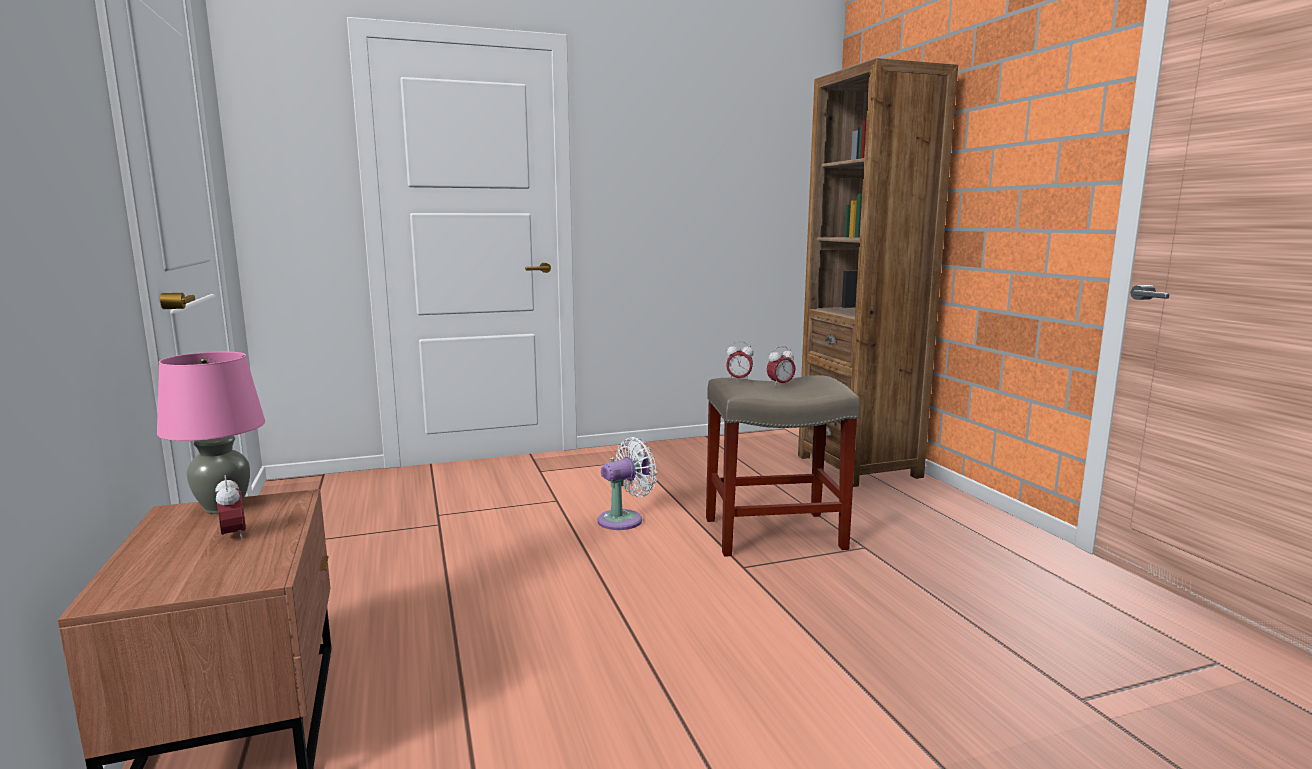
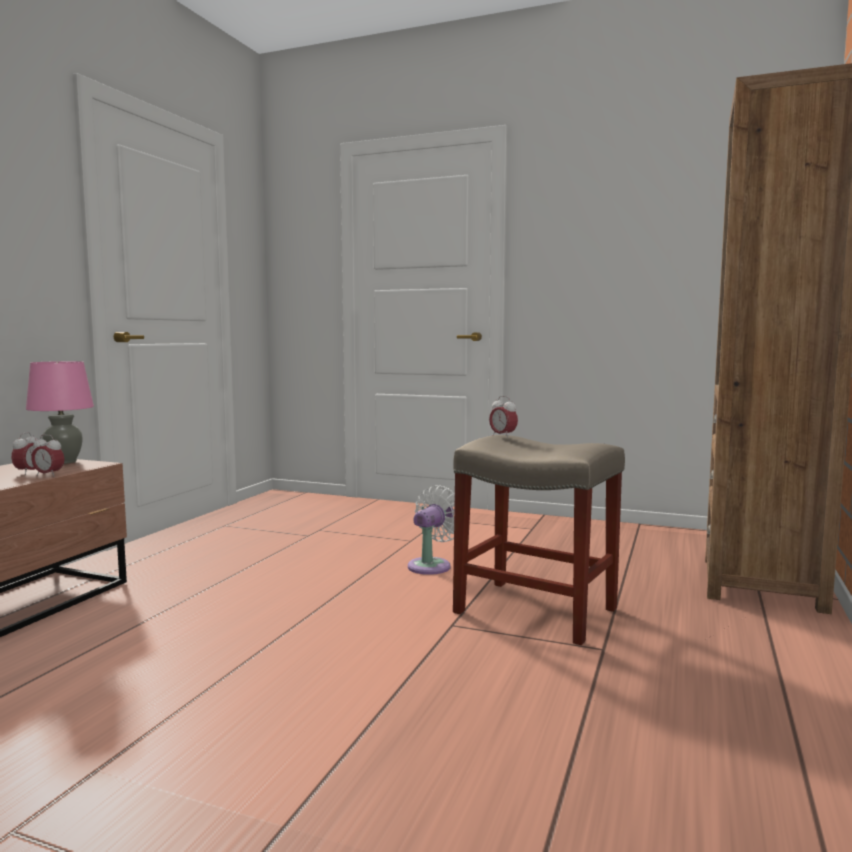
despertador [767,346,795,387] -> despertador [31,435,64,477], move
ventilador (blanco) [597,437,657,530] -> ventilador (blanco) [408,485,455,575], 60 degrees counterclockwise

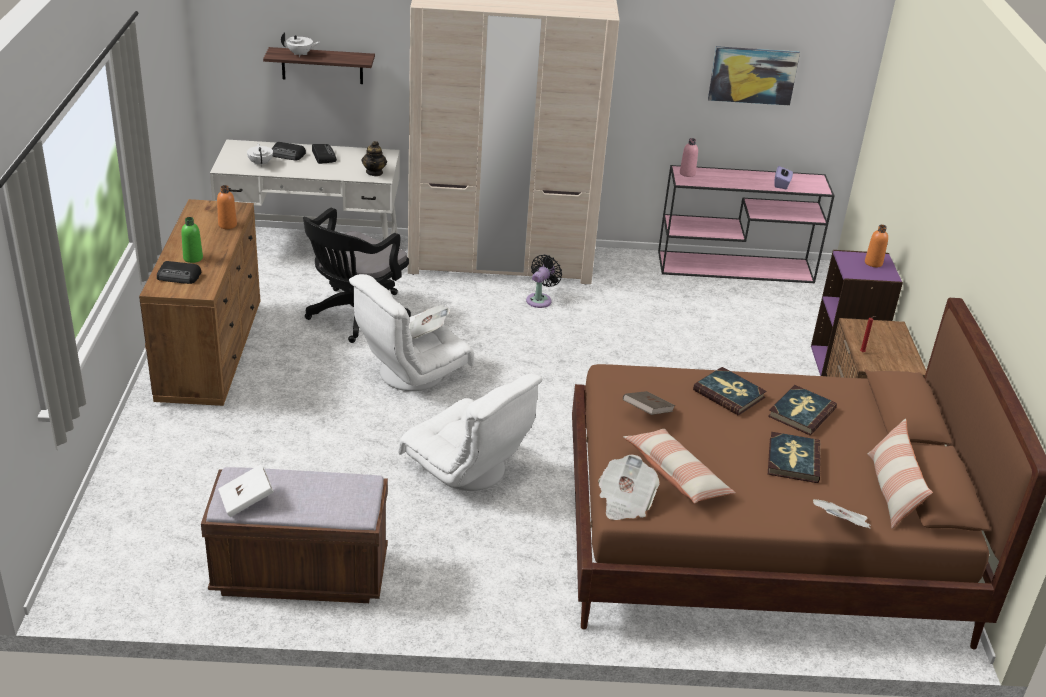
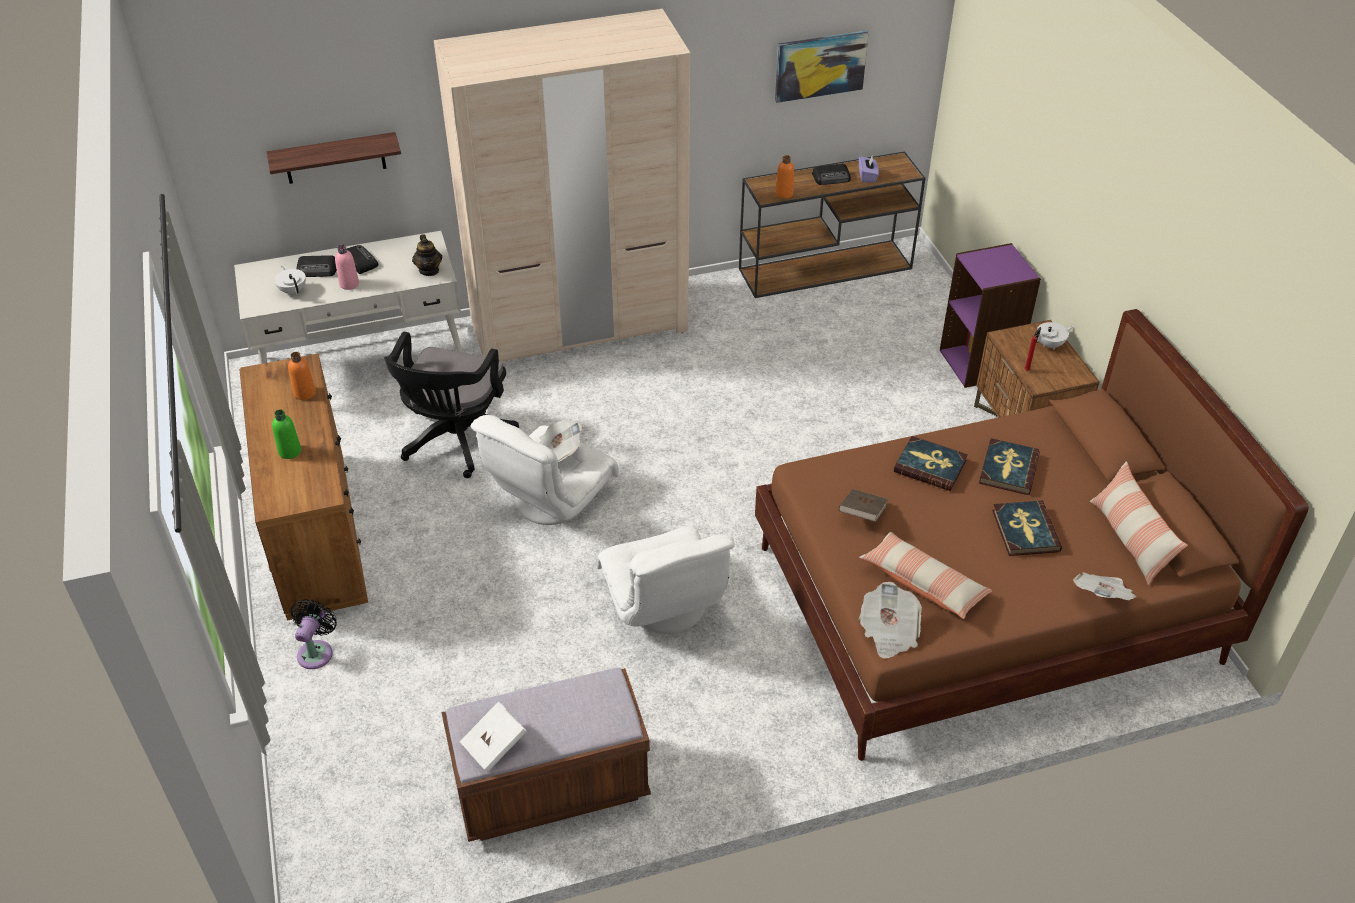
tetera (blanco) [281,32,320,57] -> tetera (blanco) [1034,322,1074,350], move
botella (rosa) [680,138,698,177] -> botella (rosa) [335,244,359,290], move
mesa consola (rosa) [658,165,835,283] -> mesa consola (marrón) [739,151,925,298]
botella (naranja) [865,225,888,267] -> botella (naranja) [775,155,794,198], move
ventilador (negro) [526,255,562,308] -> ventilador (negro) [291,599,337,669], move
radio [157,261,201,284] -> radio [812,164,851,185], move
sillón (blanco) [398,374,542,491] -> sillón (blanco) [597,526,735,634], 45 degrees clockwise

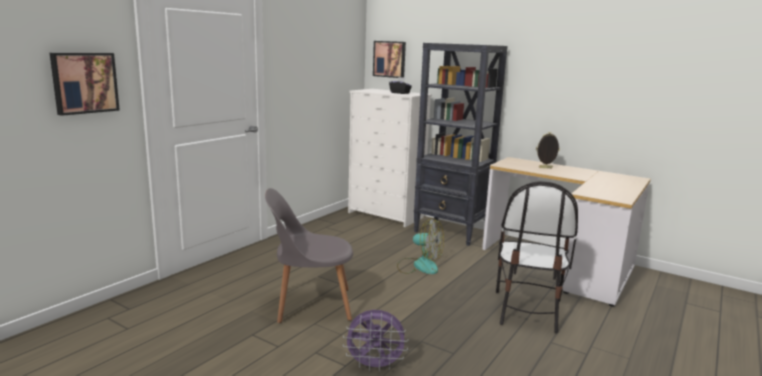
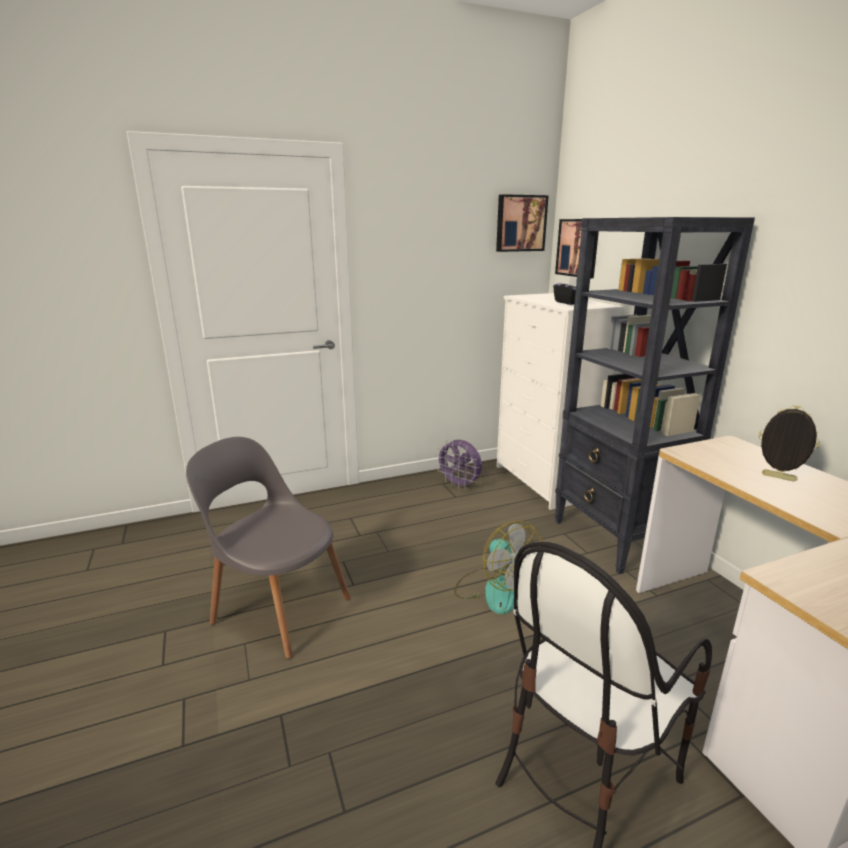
cuadro [50,53,120,116] -> cuadro [496,194,549,252], move
ventilador (morado) [343,310,409,372] -> ventilador (morado) [435,439,482,489], move

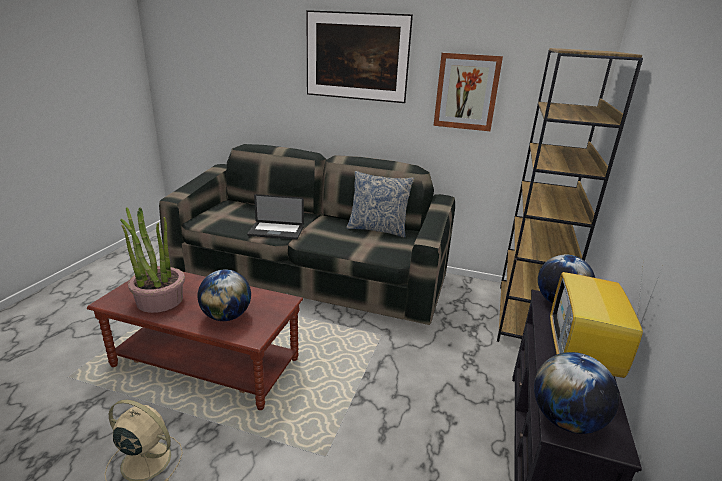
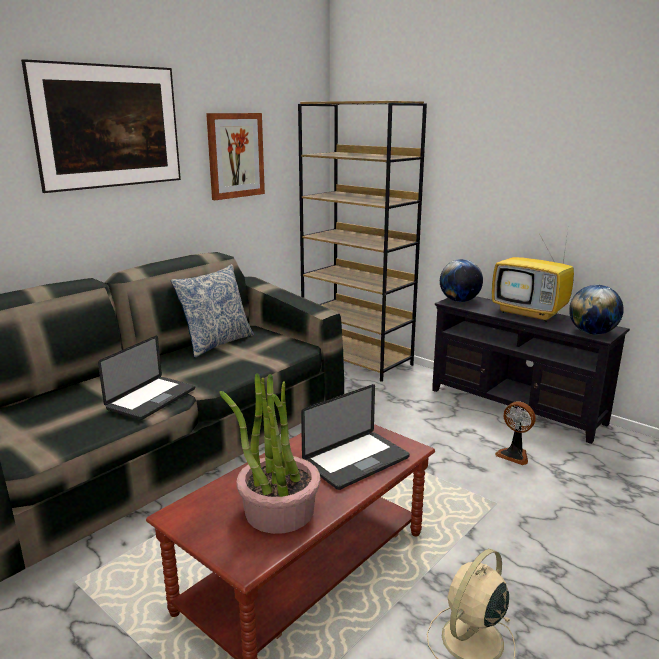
globo terráqueo [198,269,251,321] -> portátil [301,384,410,490]
none -> ventilador [495,402,536,465]

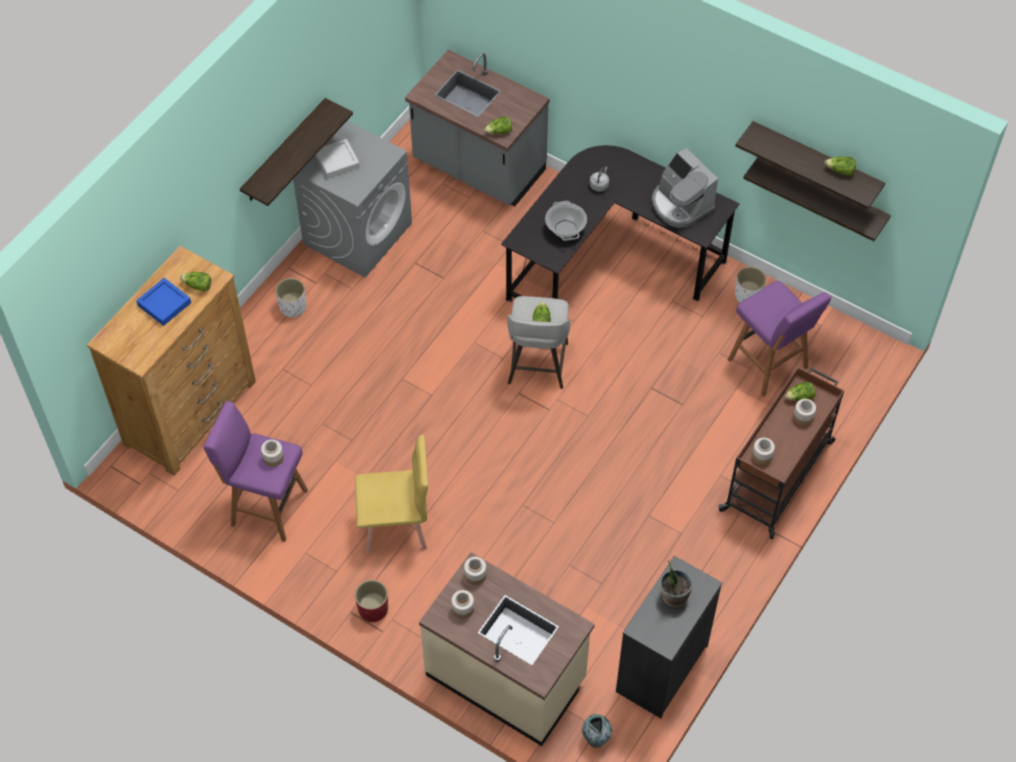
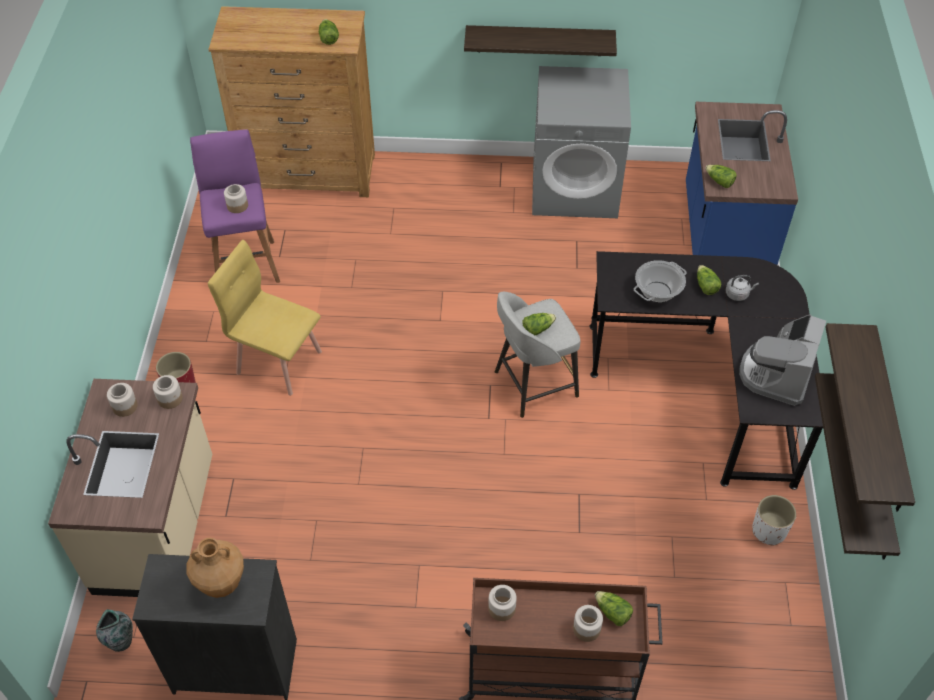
mueble bajo de cocina (gris) [405,50,550,207] -> mueble bajo de cocina (azul) [686,102,798,265]
bandeja (gris) [316,139,360,178] -> none
lechuga [825,157,856,176] -> lechuga [697,265,721,295], move
bandeja (azul) [136,278,191,326] -> none
maceta (blanco) [275,278,306,317] -> none
taburete (morado) [727,281,831,397] -> none
silla (amarillo) [355,435,428,554] -> silla (amarillo) [208,240,322,396], 150 degrees clockwise
planta en maceta [660,560,693,607] -> florero (marrón) [187,538,244,598]

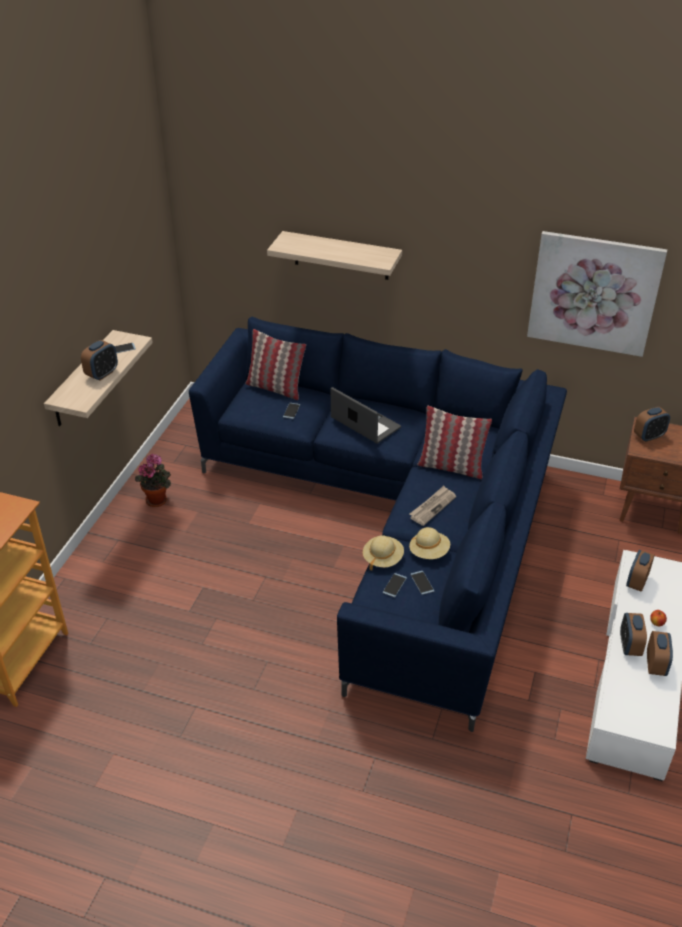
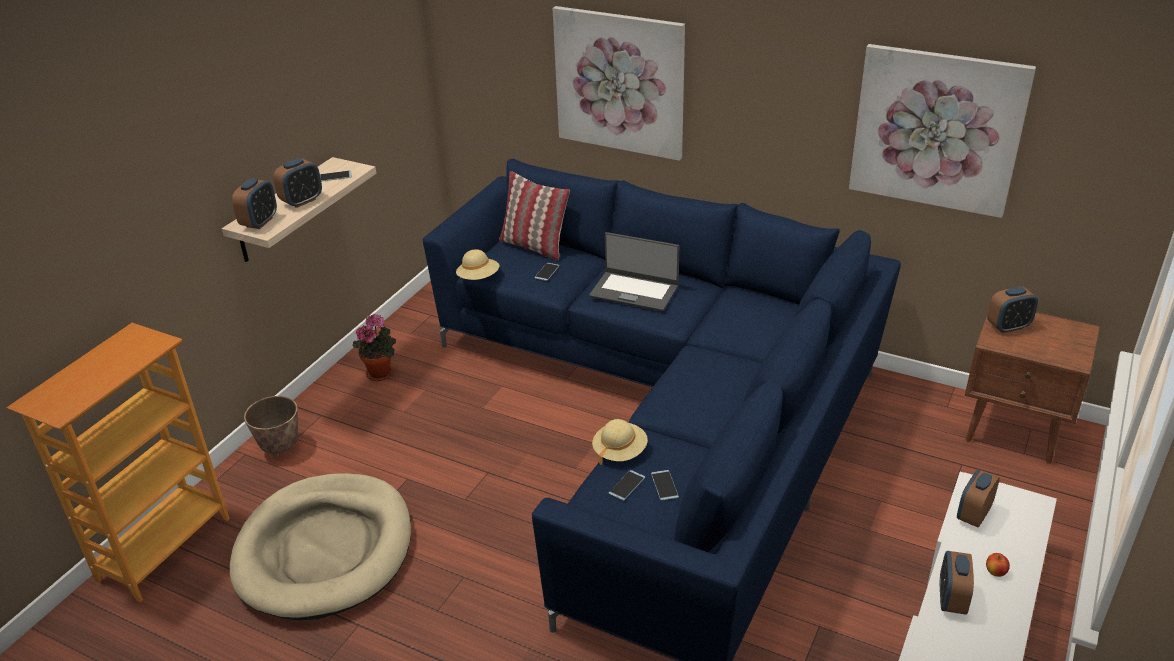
estante [267,231,402,280] -> cuadro [552,6,685,161]
portátil [331,387,401,444] -> portátil [589,232,679,311], 150 degrees clockwise
cojín [417,406,492,479] -> none
periódico [409,486,456,526] -> none
sombrero (beis) [409,527,450,559] -> sombrero (beis) [456,249,499,280], move
despertador [647,631,673,676] -> despertador [232,178,277,229], move
none -> maceta [244,396,298,457]
none -> cama para perro (beis) [230,473,411,620]

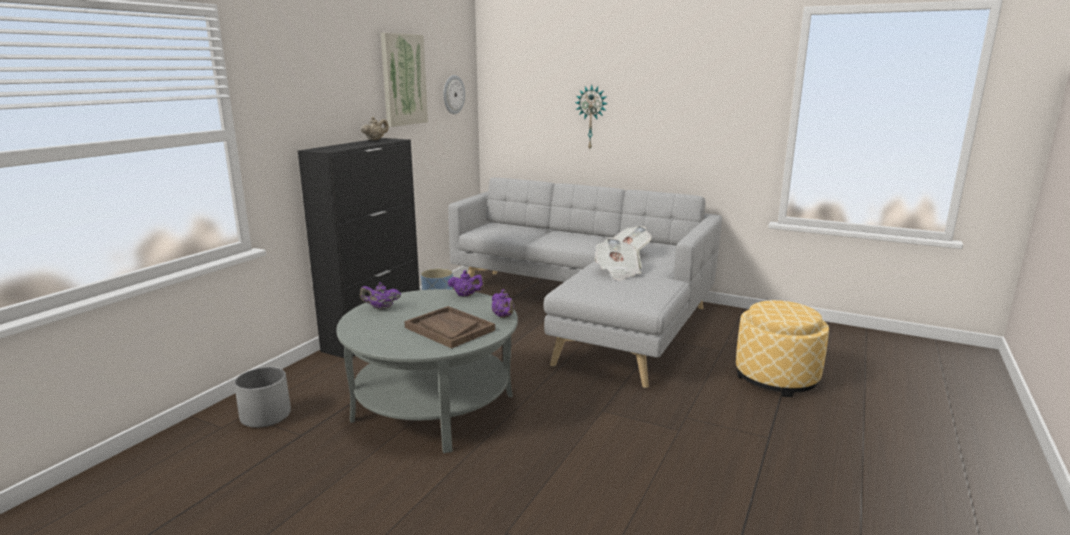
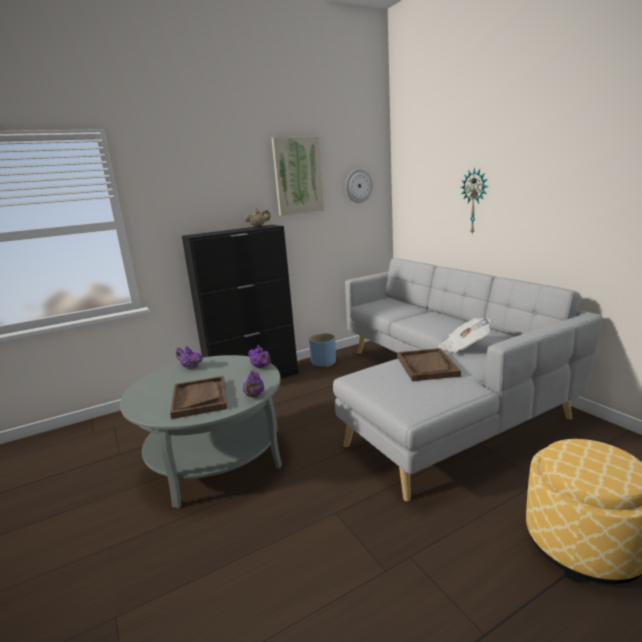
periódico [595,238,642,280] -> bandeja (marrón) [397,348,461,381]
maceta (gris) [234,367,291,428] -> none

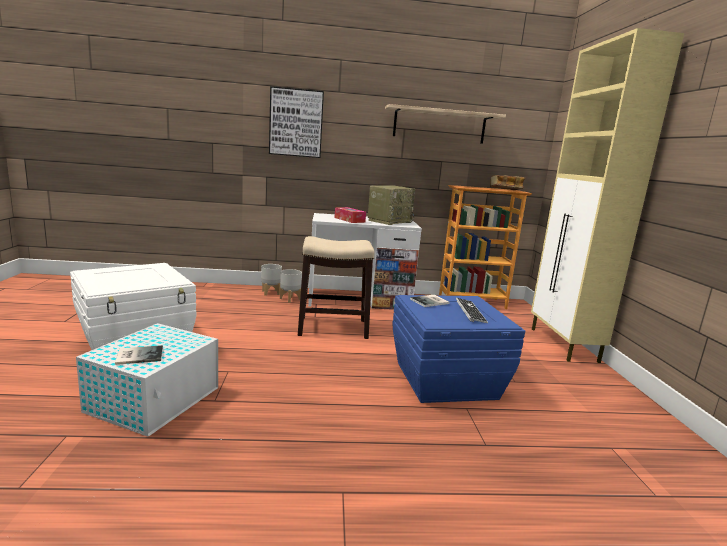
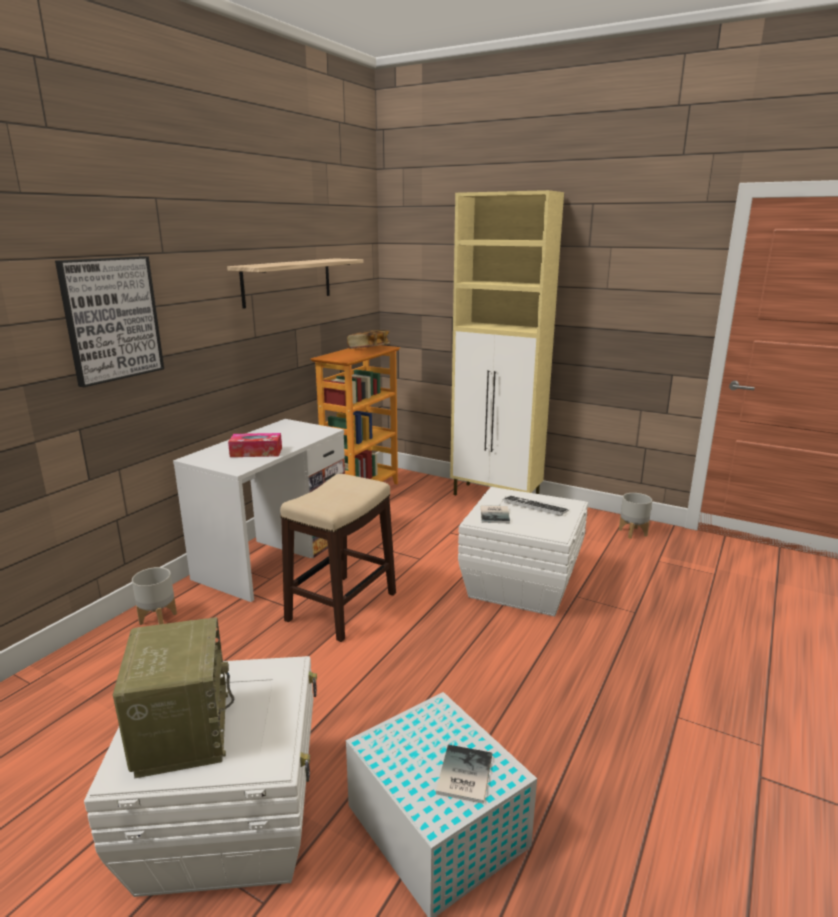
radio [368,185,415,225] -> radio [113,617,234,779], move
maceta (gris) [280,269,302,303] -> maceta (gris) [619,493,652,539], move
caja de almacenaje (azul) [392,295,525,403] -> caja de almacenaje (blanco) [458,487,588,617]

